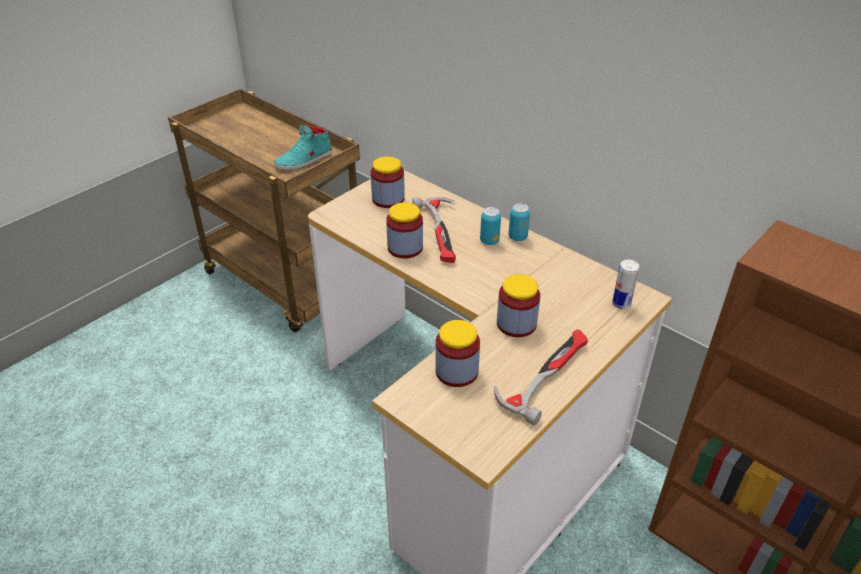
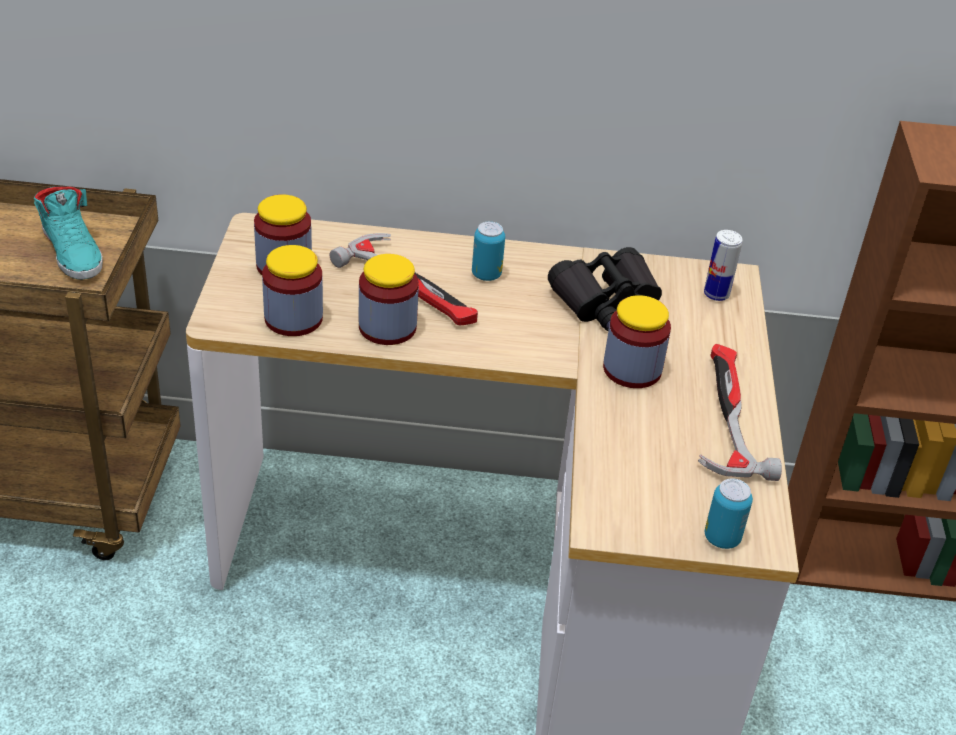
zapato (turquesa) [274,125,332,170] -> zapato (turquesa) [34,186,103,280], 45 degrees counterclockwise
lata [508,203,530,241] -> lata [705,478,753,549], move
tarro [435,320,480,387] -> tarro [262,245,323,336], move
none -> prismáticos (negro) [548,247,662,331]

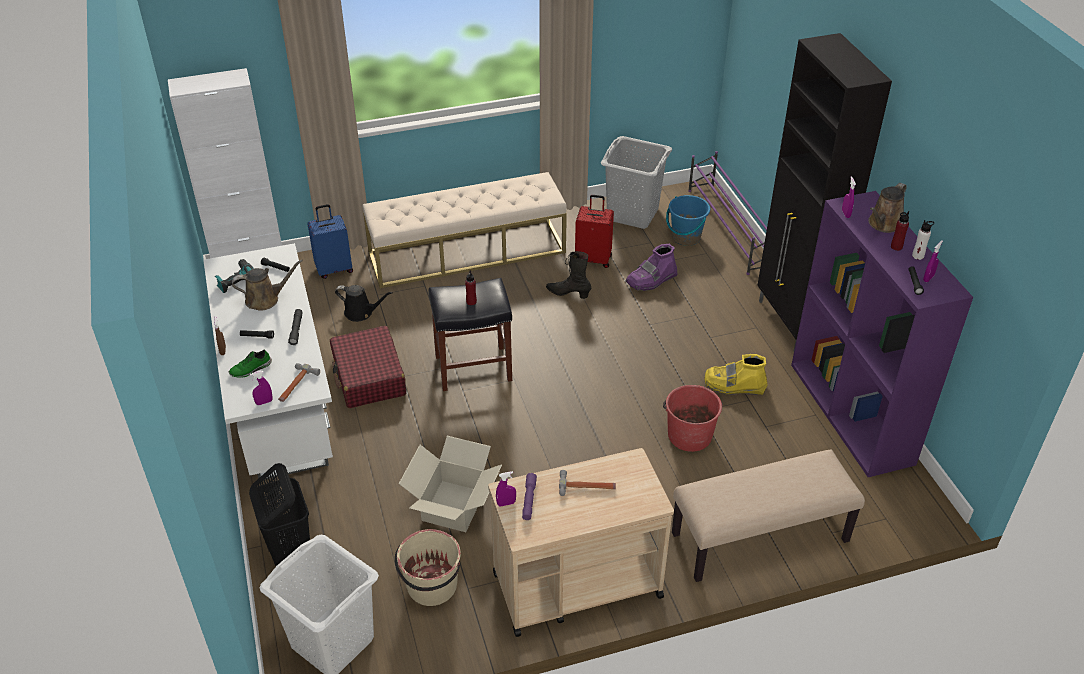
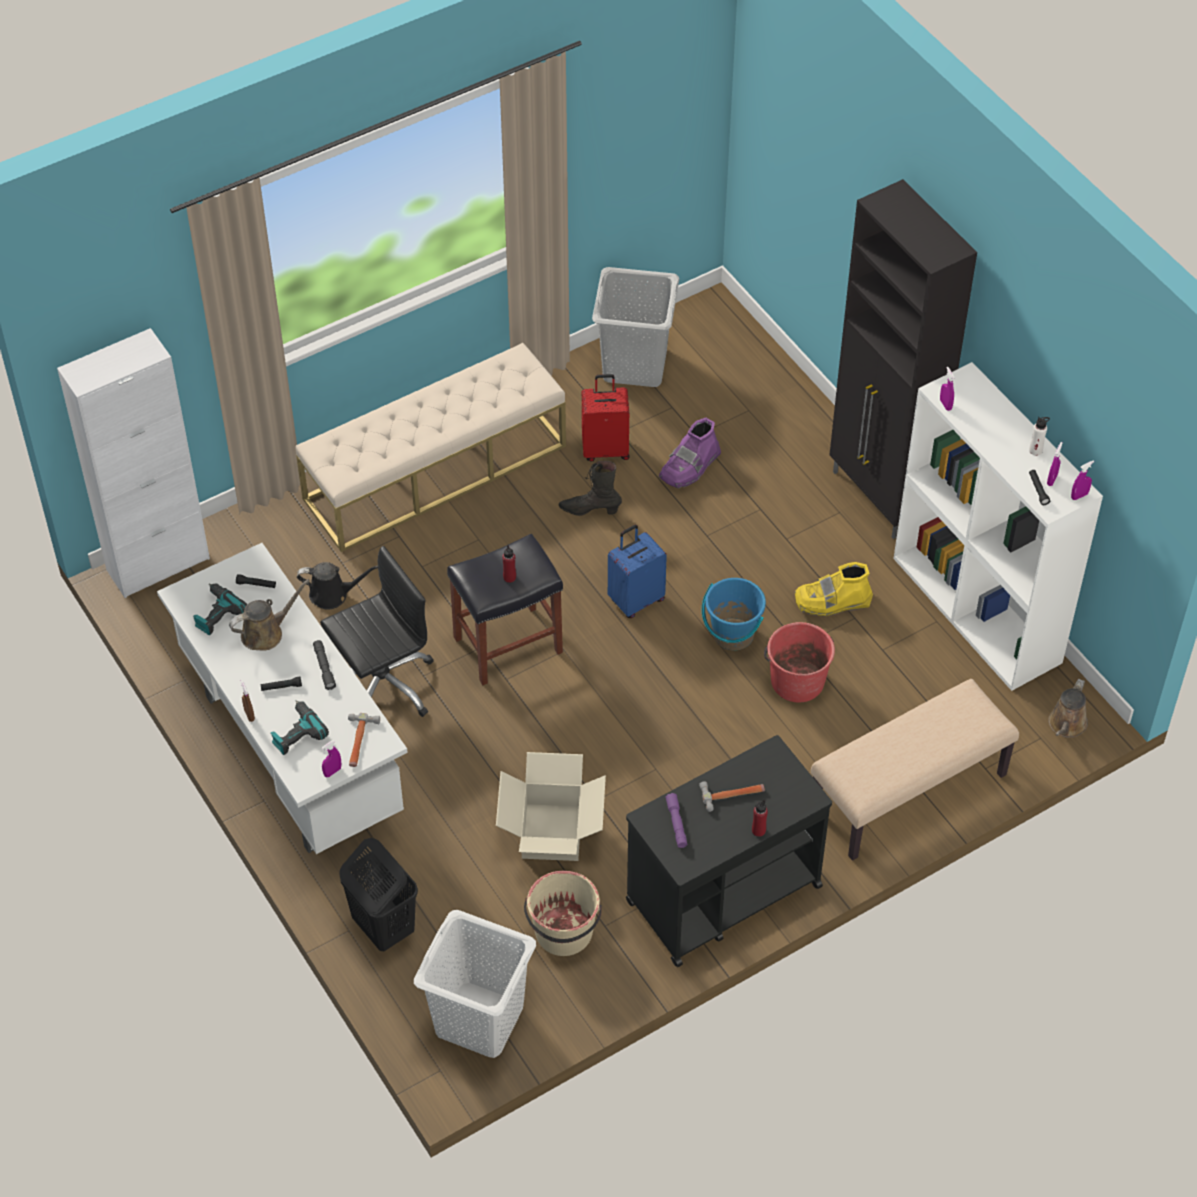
zapatero (morado) [688,151,767,275] -> none
regadera (marrón) [868,183,907,233] -> regadera (marrón) [1048,679,1088,738], move
estantería (morado) [791,191,973,477] -> estantería (blanco) [894,362,1103,691]
cubo (azul) [666,195,710,246] -> cubo (azul) [702,578,766,651], move
maleta (azul) [307,204,353,279] -> maleta (azul) [608,524,667,618], move
botella (rojo) [891,211,909,251] -> botella (rojo) [752,799,768,837], move
maleta (rojo) [330,326,406,408] -> silla de oficina (negro) [320,546,434,717]
zapato (verde) [229,350,272,378] -> taladro [271,700,329,755]
carrito (beis) [488,448,674,637] -> carrito (negro) [626,735,832,967]
pulverizador (morado) [496,471,516,507] -> pulverizador (morado) [1071,460,1094,500], move

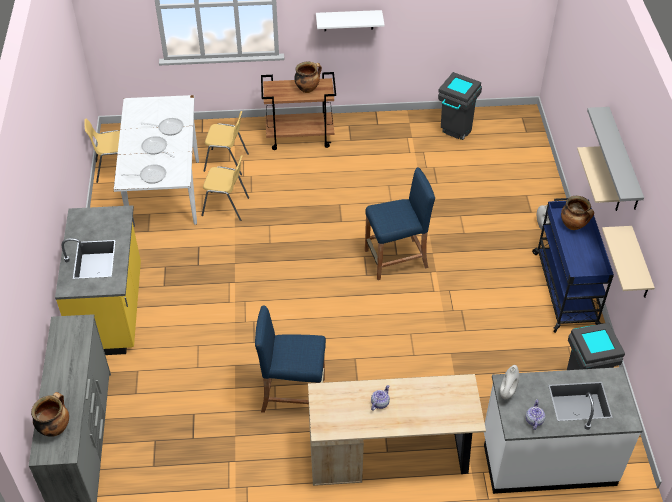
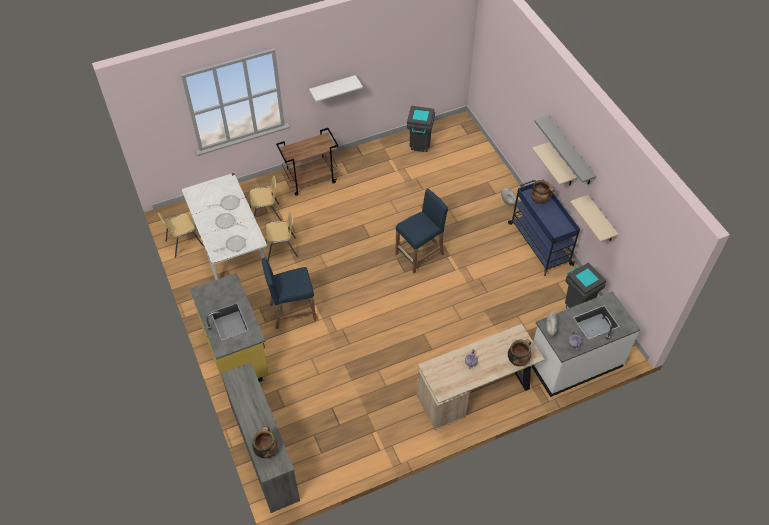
olla [294,61,322,93] -> olla [508,339,531,366], move
taburete (azul) [255,305,326,413] -> taburete (azul) [262,258,316,329], move

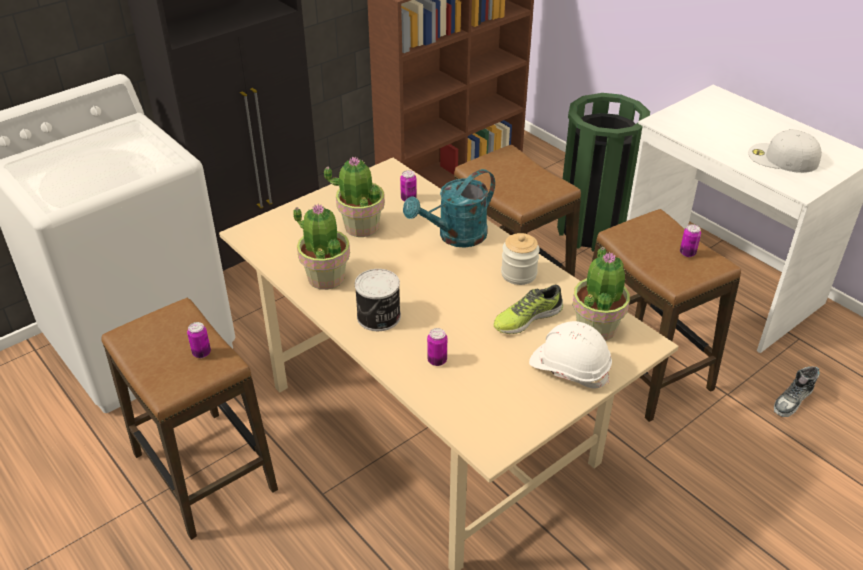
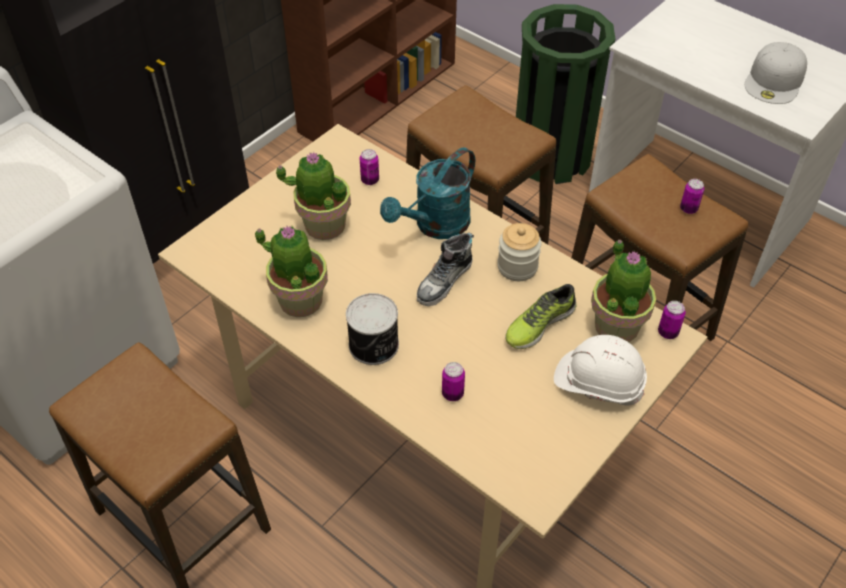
gorra (blanco) [748,129,822,173] -> gorra (blanco) [745,42,807,104], 75 degrees counterclockwise
lata [187,322,211,358] -> lata [658,301,686,339], move
zapato [774,367,820,417] -> zapato [417,233,474,306], move

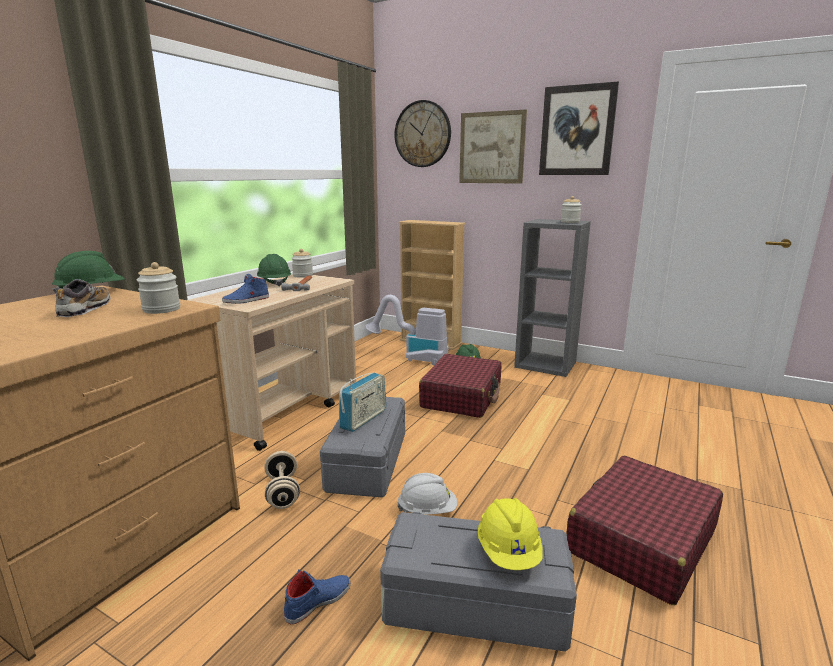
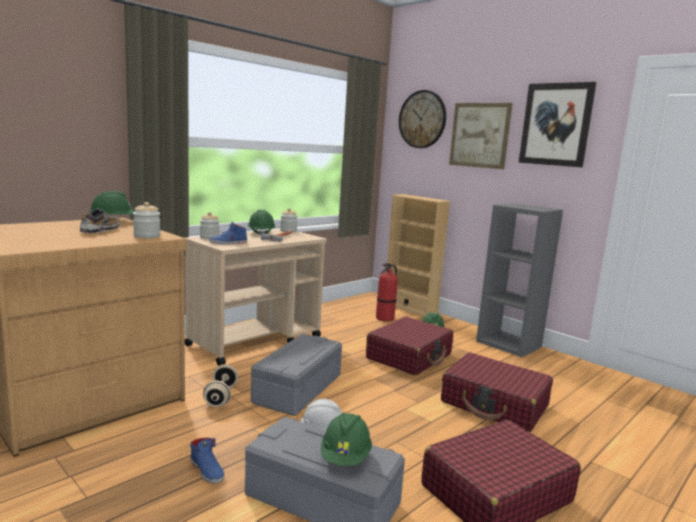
tarro [561,196,582,223] -> tarro [200,212,220,239], move
aspiradora [365,295,448,366] -> extintor [376,263,398,322]
radio [339,372,386,432] -> none
casco (amarillo) [478,498,543,570] -> casco (verde) [321,412,372,466]
zapato (azul) [284,569,351,624] -> zapato (azul) [190,438,224,484], 75 degrees clockwise
none -> maleta (rojo) [441,352,553,432]

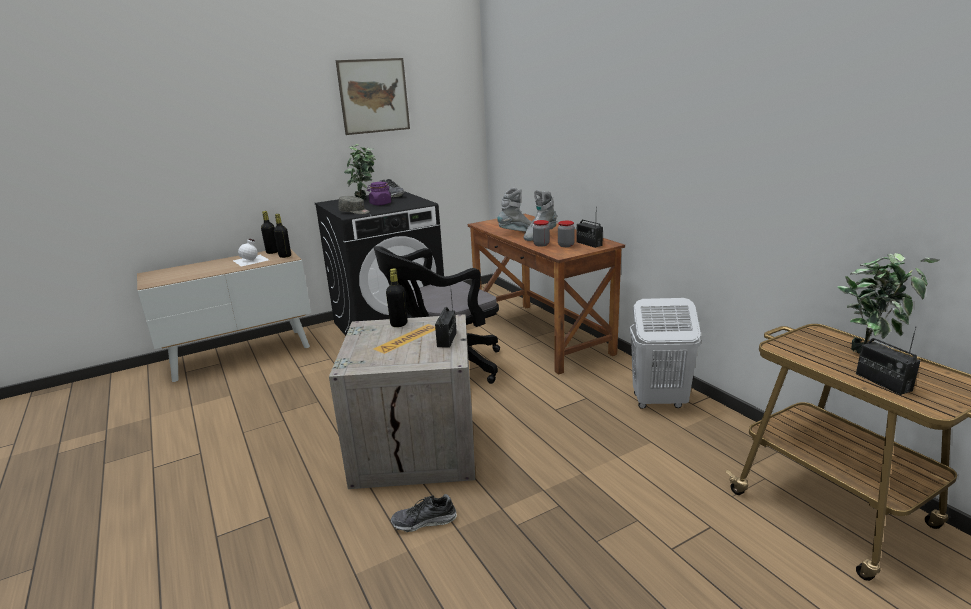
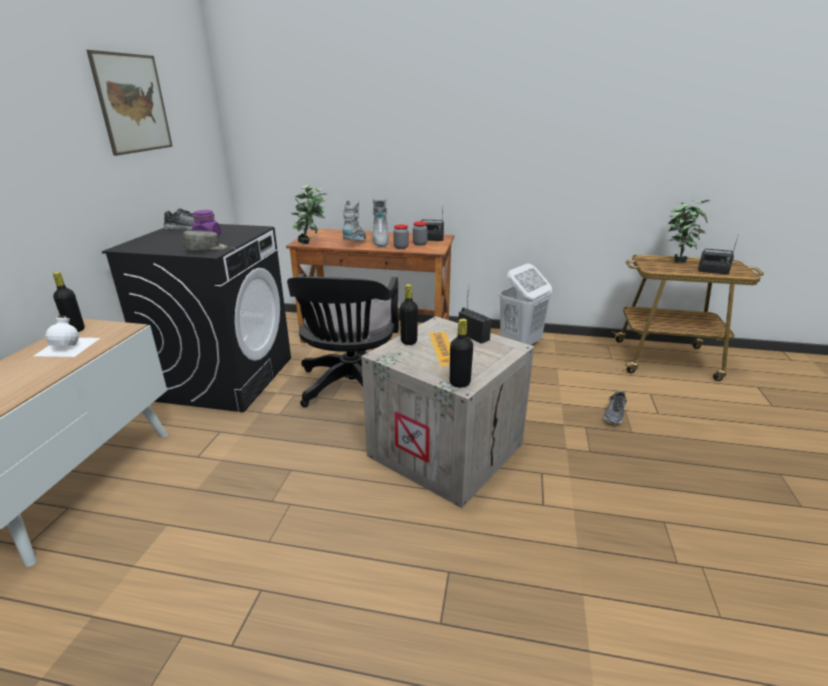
planta en maceta [344,144,376,200] -> planta en maceta [291,185,327,244], move
botella (negro) [274,214,291,258] -> botella (negro) [450,318,473,388], move
zapato [391,494,457,532] -> zapato [603,391,627,425], move

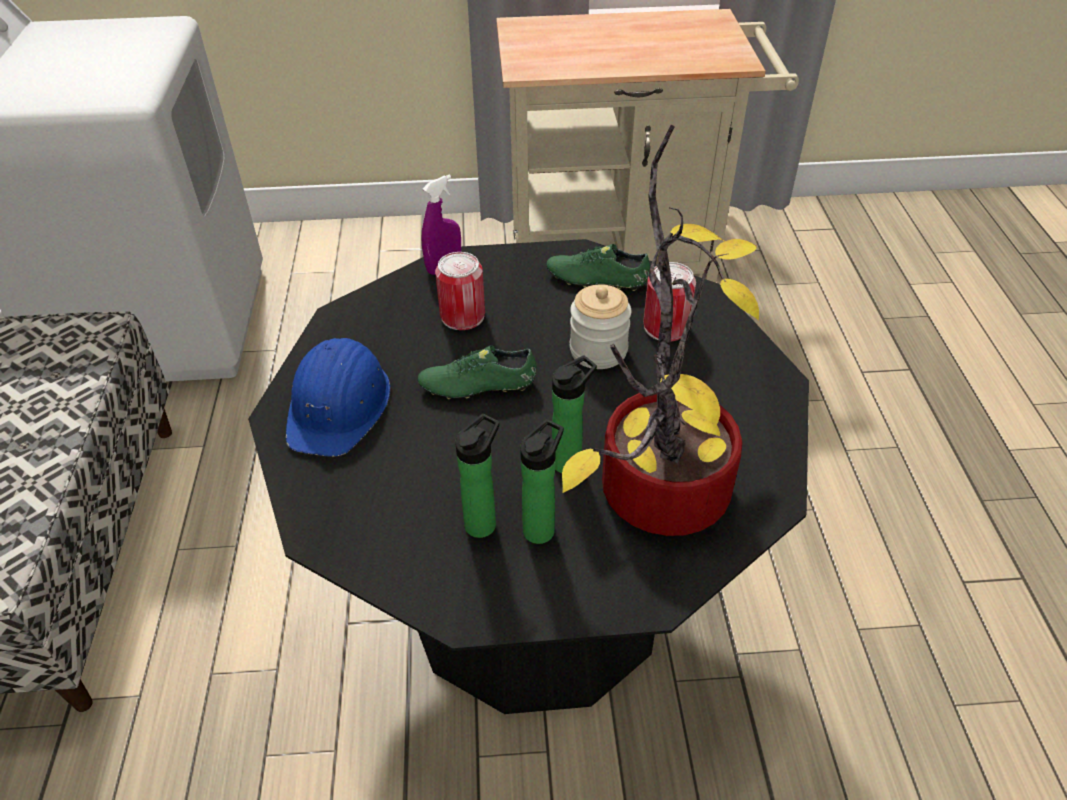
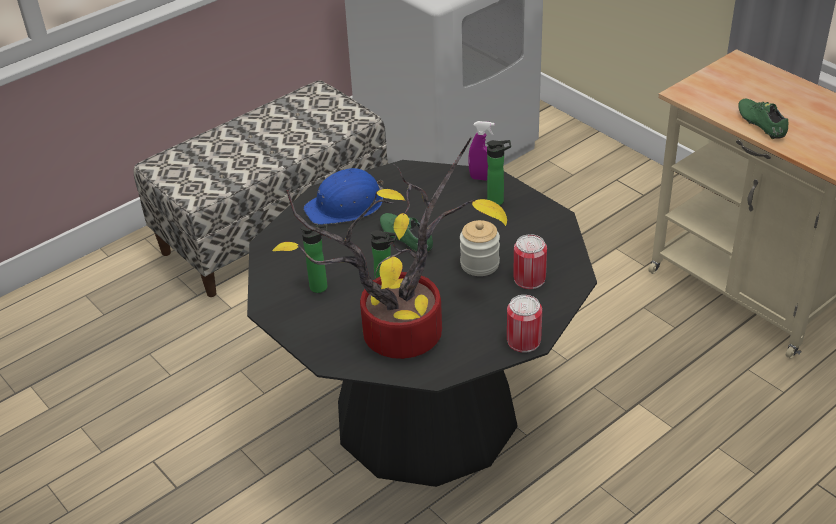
zapato (verde) [546,244,650,291] -> zapato (verde) [738,99,788,139], move
lata [435,252,485,330] -> lata [507,295,542,353], move
botella [520,419,564,544] -> botella [487,140,511,205], move

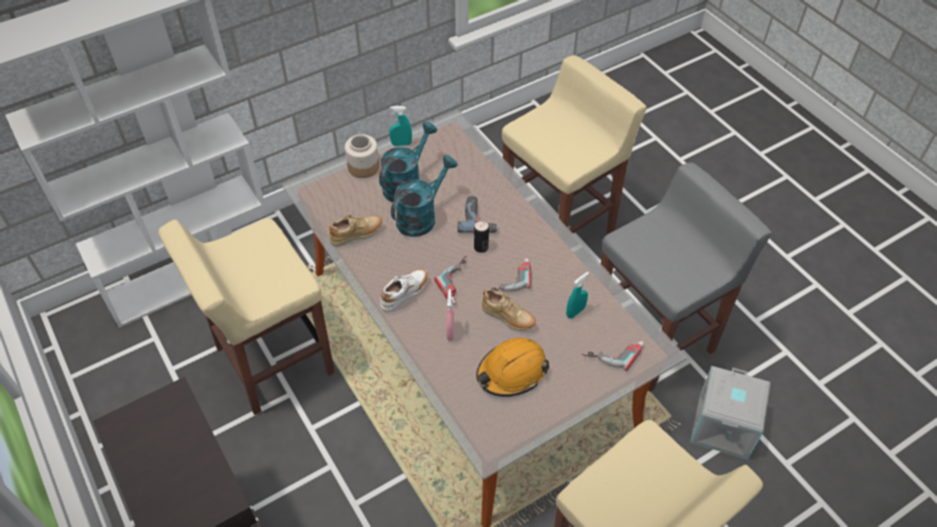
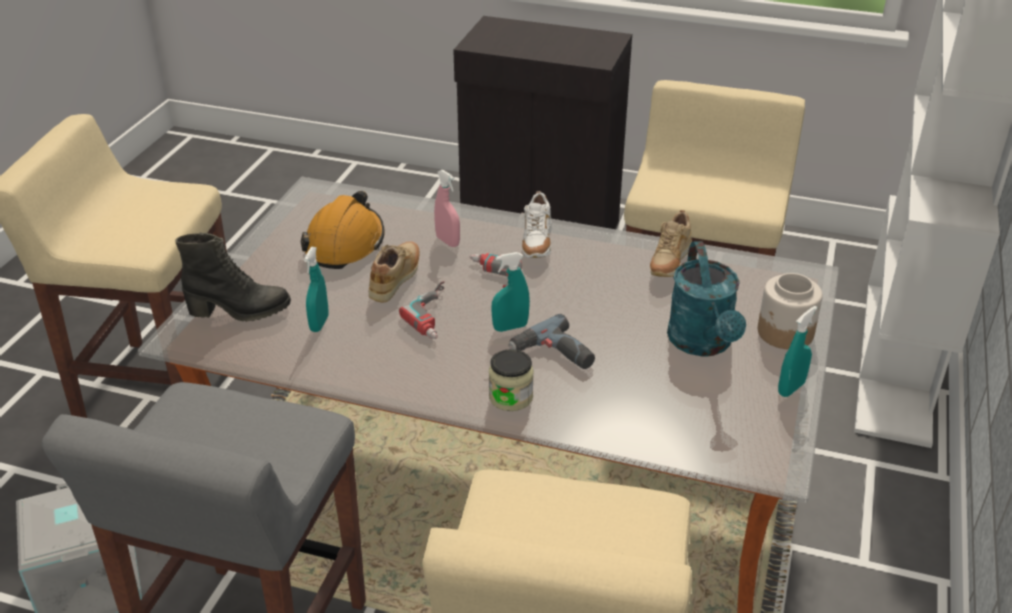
regadera (turquesa) [391,155,458,237] -> none
lata [474,220,489,253] -> pulverizador (turquesa) [491,252,530,332]
zapato (beis) [482,289,536,331] -> zapato (beis) [369,241,420,303], 120 degrees clockwise
taladro [582,340,644,371] -> bota (negro) [175,232,291,322]
none -> tarro [489,349,534,411]

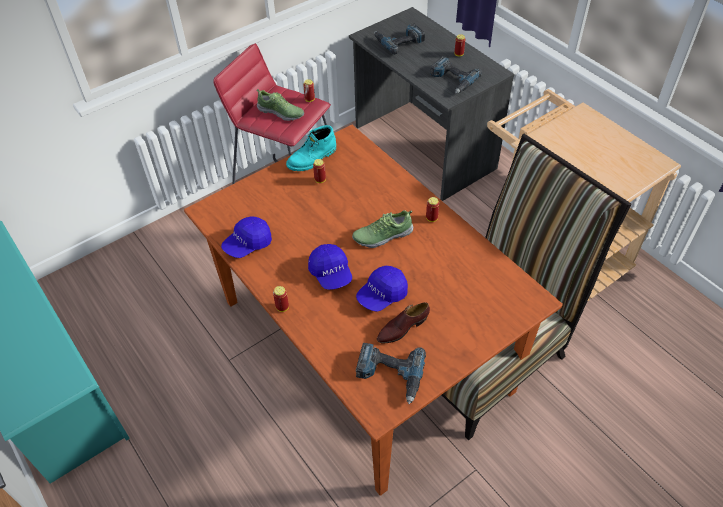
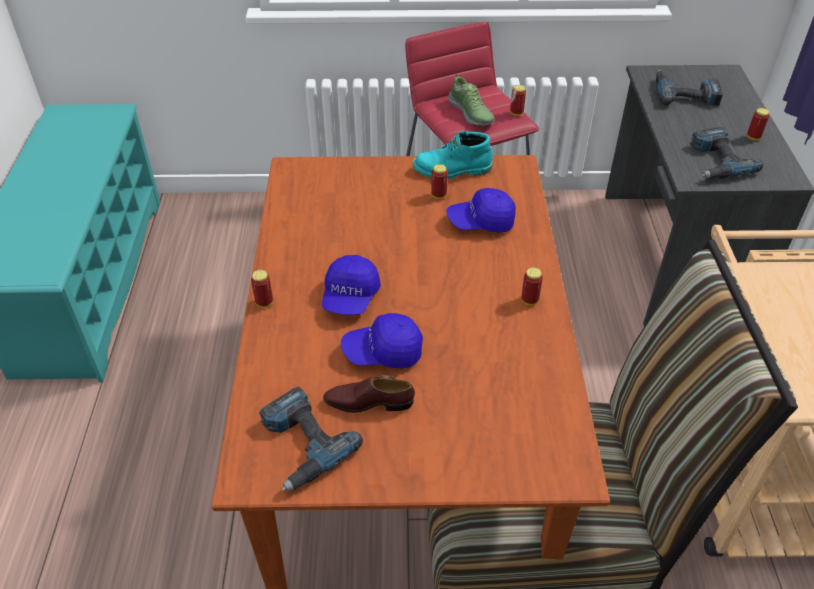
zapato [352,210,413,248] -> none
gorra (azul) [221,216,272,258] -> gorra (azul) [446,188,516,233], move

